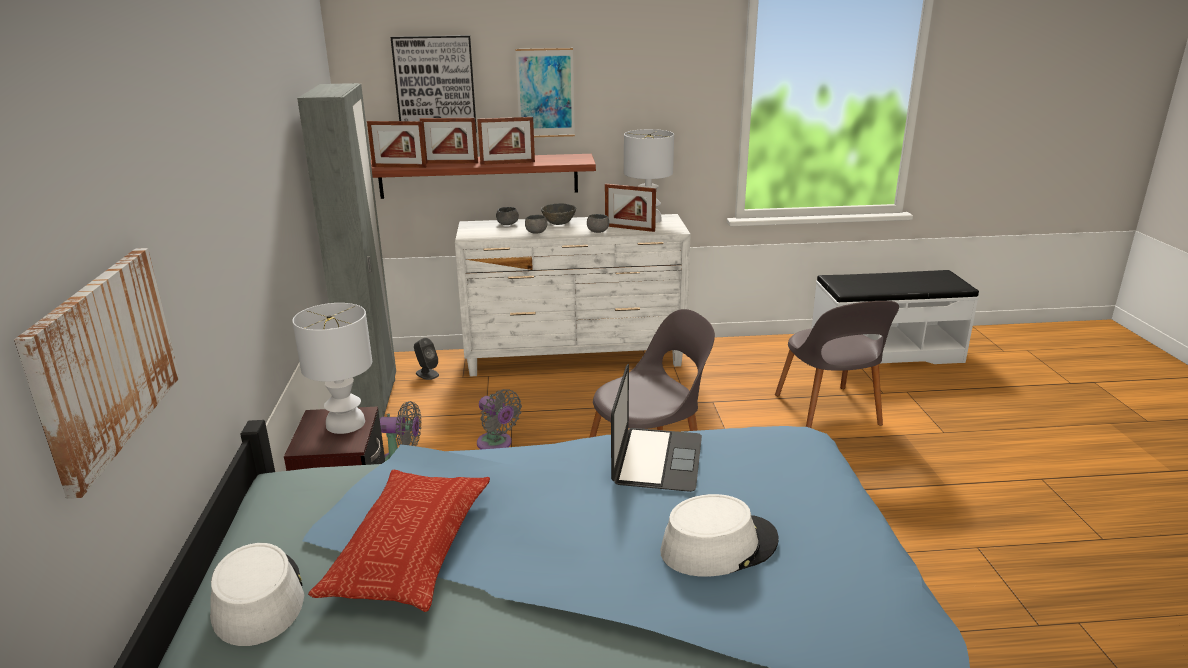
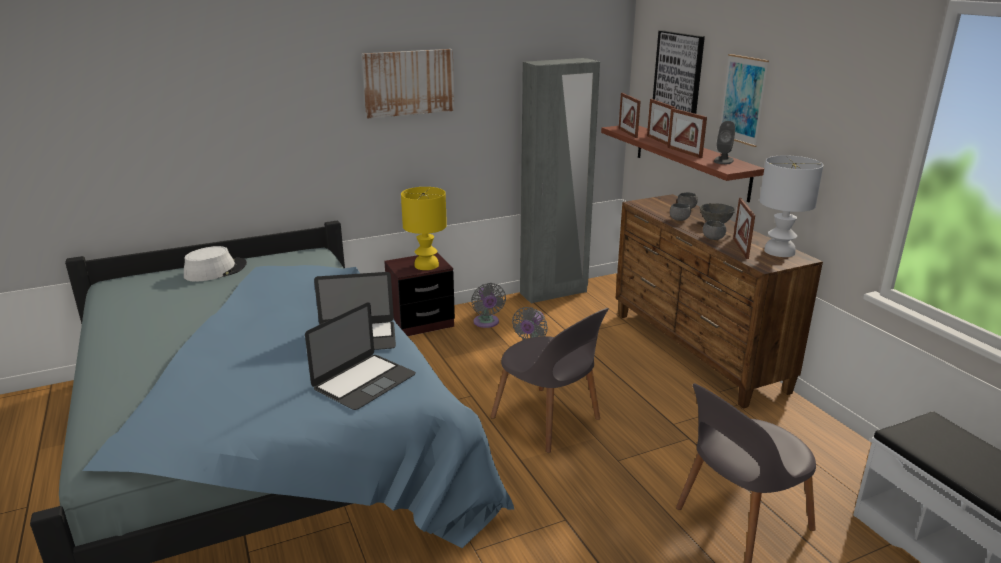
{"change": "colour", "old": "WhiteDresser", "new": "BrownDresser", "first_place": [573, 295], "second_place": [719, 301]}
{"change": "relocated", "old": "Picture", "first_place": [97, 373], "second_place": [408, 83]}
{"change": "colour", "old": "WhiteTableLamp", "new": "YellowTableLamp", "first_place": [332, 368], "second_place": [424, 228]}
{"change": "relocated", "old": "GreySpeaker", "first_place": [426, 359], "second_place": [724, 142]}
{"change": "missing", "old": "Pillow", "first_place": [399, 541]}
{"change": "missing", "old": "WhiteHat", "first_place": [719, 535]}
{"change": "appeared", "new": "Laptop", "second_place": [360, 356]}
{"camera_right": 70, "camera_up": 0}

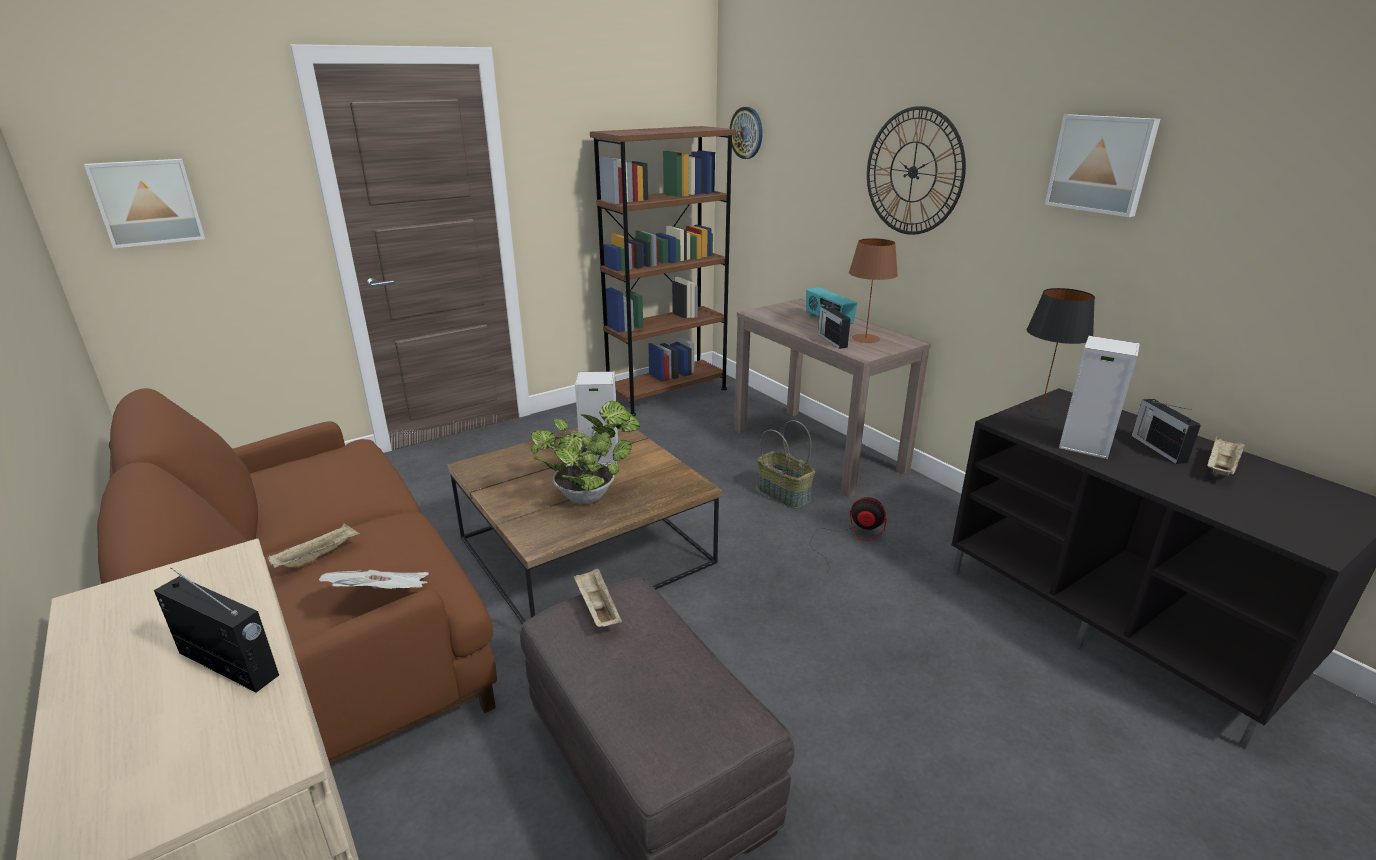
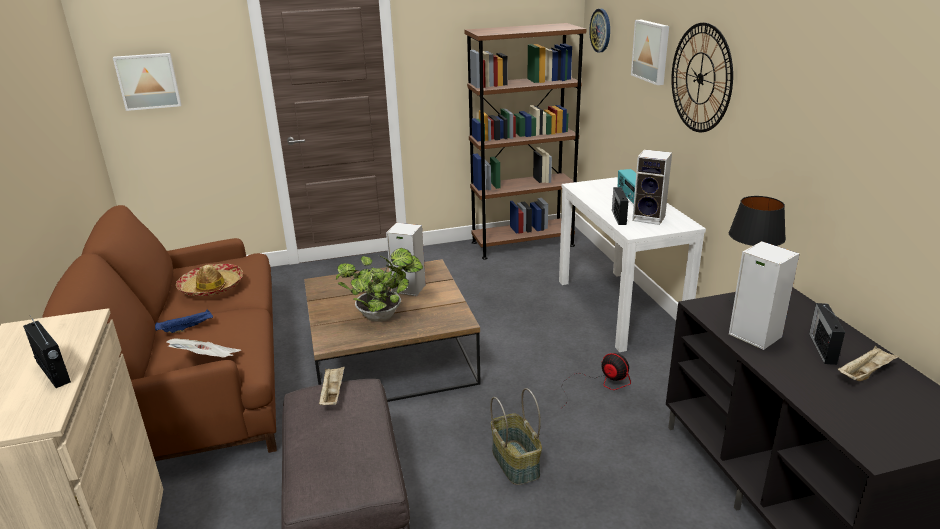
{"change": "relocated", "old": "Picture", "first_place": [1102, 165], "second_place": [650, 52]}
{"change": "exchanged", "old": "BrownTableLamp", "new": "Speaker", "first_place": [873, 290], "second_place": [652, 187]}
{"change": "colour", "old": "BrownConsoleTable", "new": "WhiteConsoleTable", "first_place": [832, 398], "second_place": [632, 264]}
{"change": "relocated", "old": "Basket", "first_place": [786, 464], "second_place": [516, 436]}
{"change": "colour", "old": "BeigeTray", "new": "BlueTray", "first_place": [313, 545], "second_place": [184, 321]}
{"change": "appeared", "new": "Hat", "second_place": [209, 280]}
{"camera_right": 20, "camera_up": 0}

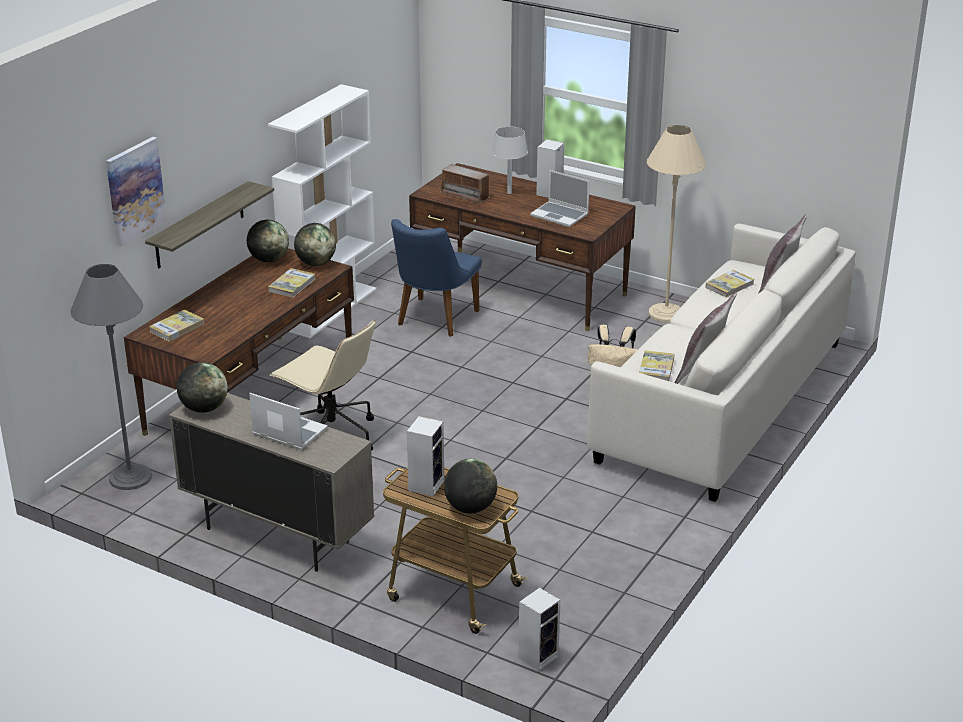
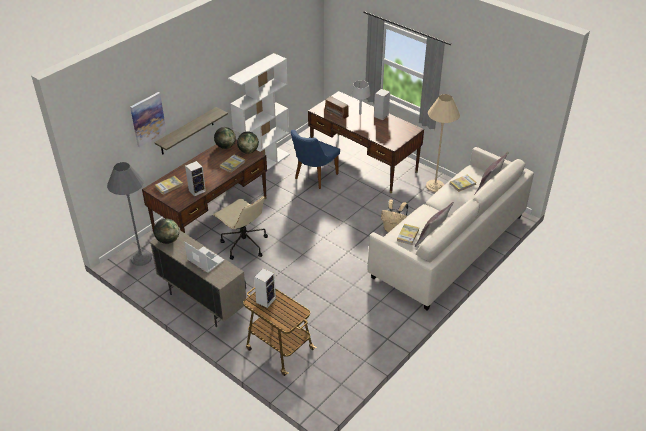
{"change": "missing", "old": "Laptop", "first_place": [560, 198]}
{"change": "missing", "old": "Globe", "first_place": [470, 486]}
{"change": "relocated", "old": "Speaker", "first_place": [539, 629], "second_place": [195, 178]}
{"camera_right": 10, "camera_up": 10}

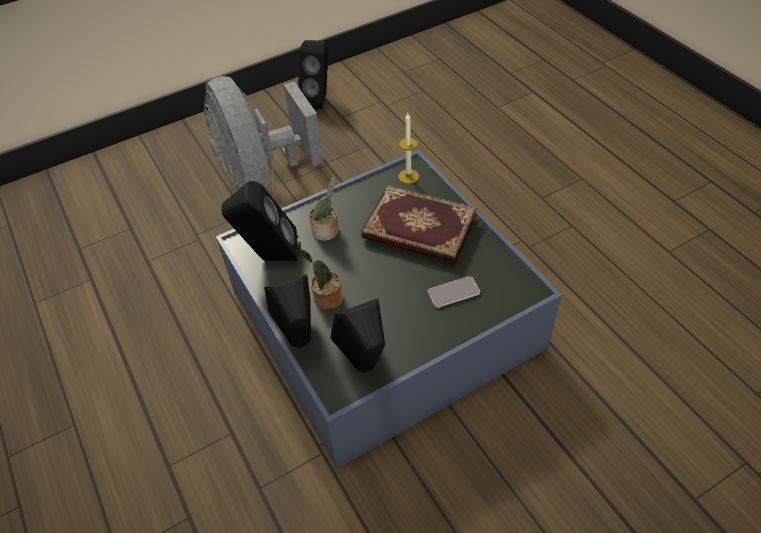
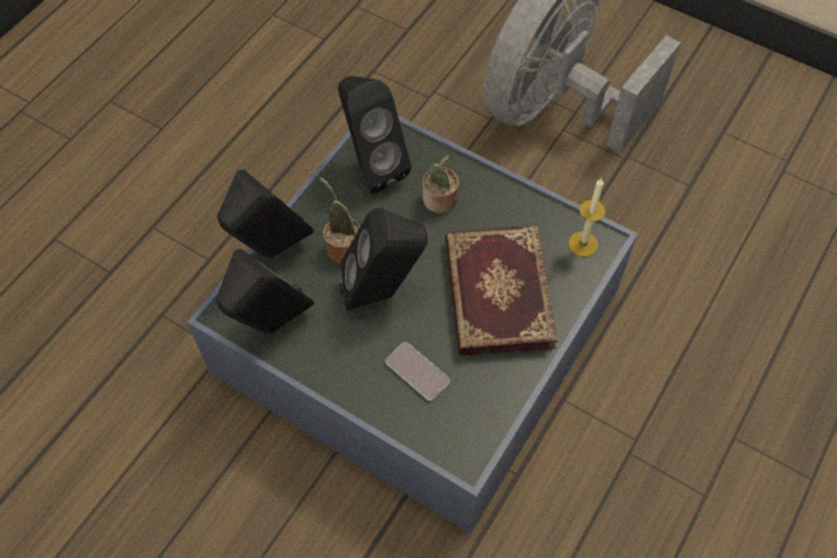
{"change": "relocated", "old": "BlackSpeaker", "first_place": [313, 74], "second_place": [383, 259]}
{"camera_right": 60, "camera_up": 10}

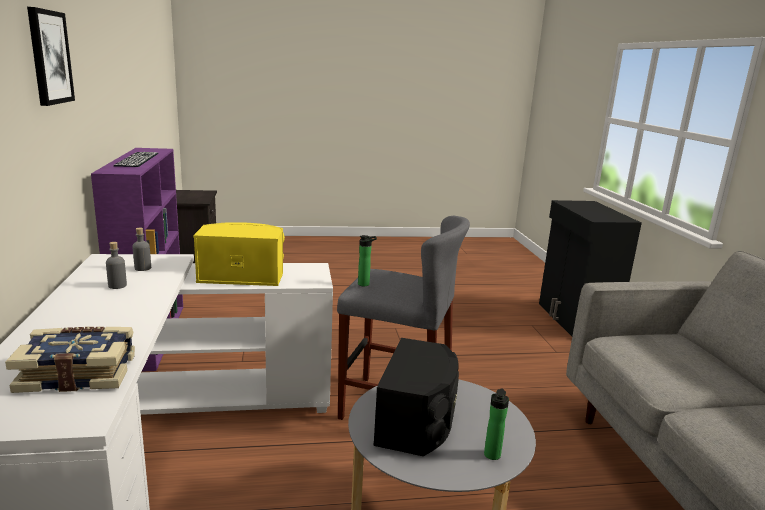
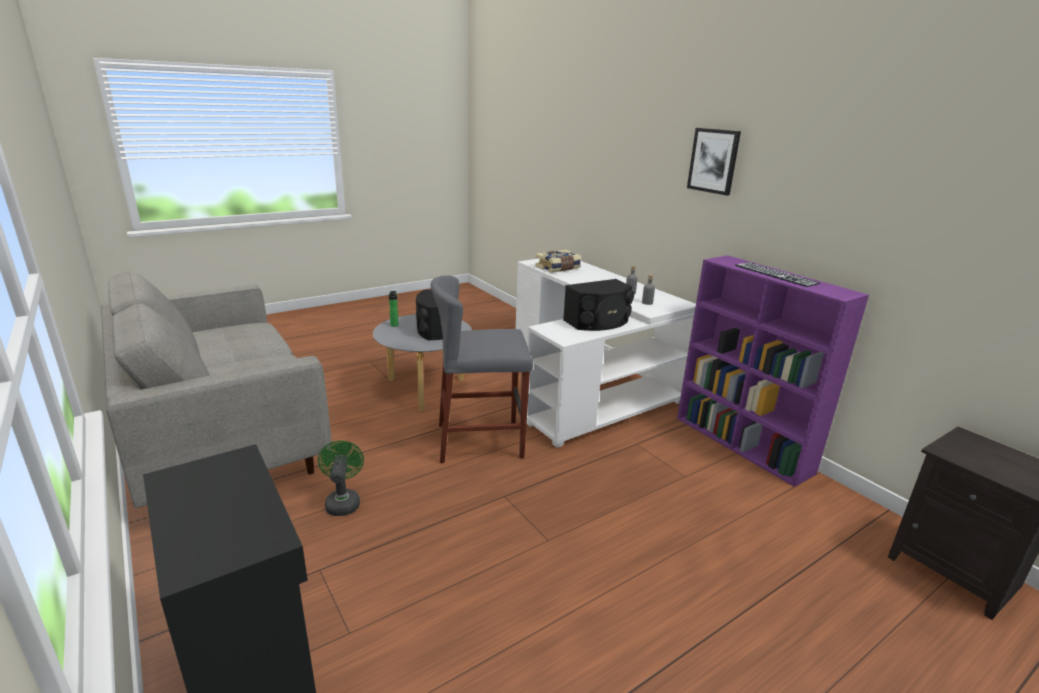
{"change": "colour", "old": "YellowSpeaker", "new": "BlackSpeaker", "first_place": [239, 254], "second_place": [598, 305]}
{"change": "missing", "old": "Bottle", "first_place": [367, 260]}
{"change": "appeared", "new": "GreenFan", "second_place": [341, 478]}
{"camera_right": 155, "camera_up": 5}

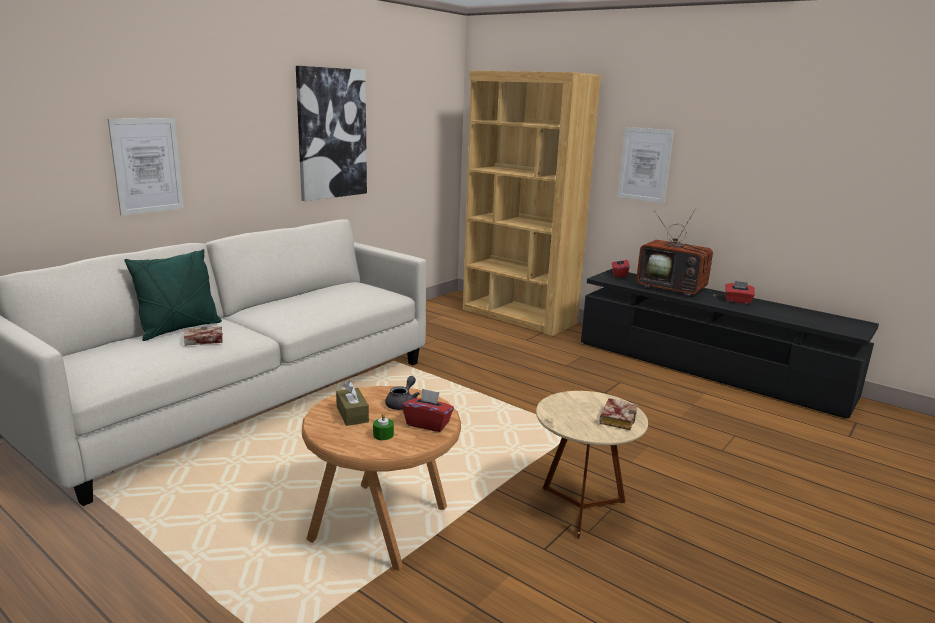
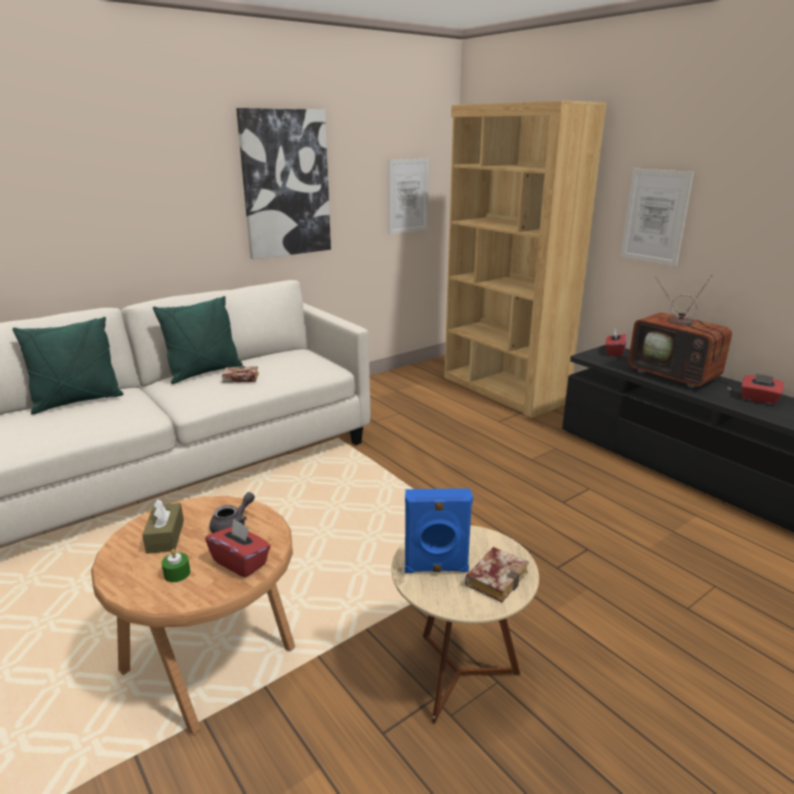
{"change": "relocated", "old": "Picture", "first_place": [146, 167], "second_place": [408, 196]}
{"change": "relocated", "old": "Book", "first_place": [203, 336], "second_place": [240, 374]}
{"change": "appeared", "new": "GreenPillow", "second_place": [198, 340]}
{"change": "appeared", "new": "BlueSpeaker", "second_place": [439, 530]}
{"camera_right": 15, "camera_up": 5}

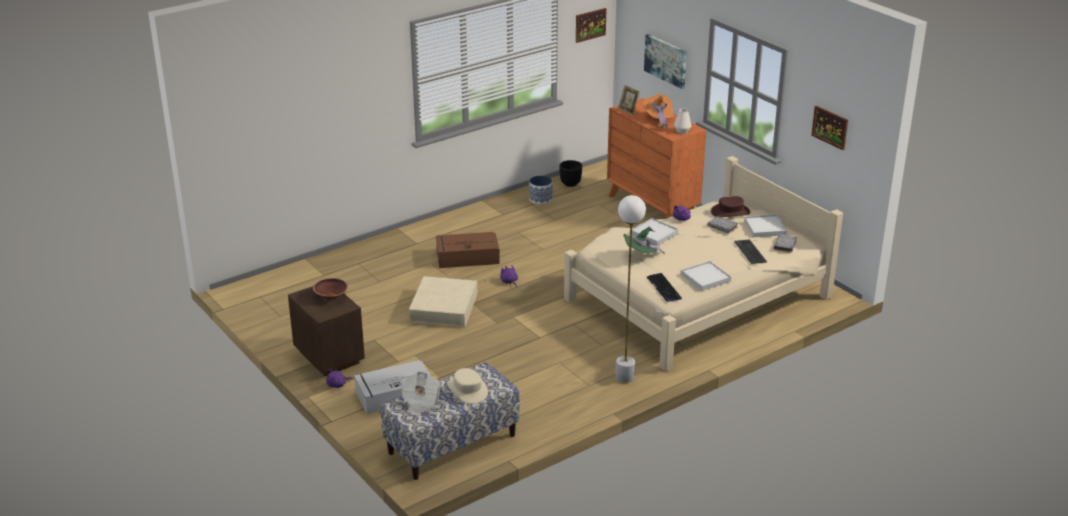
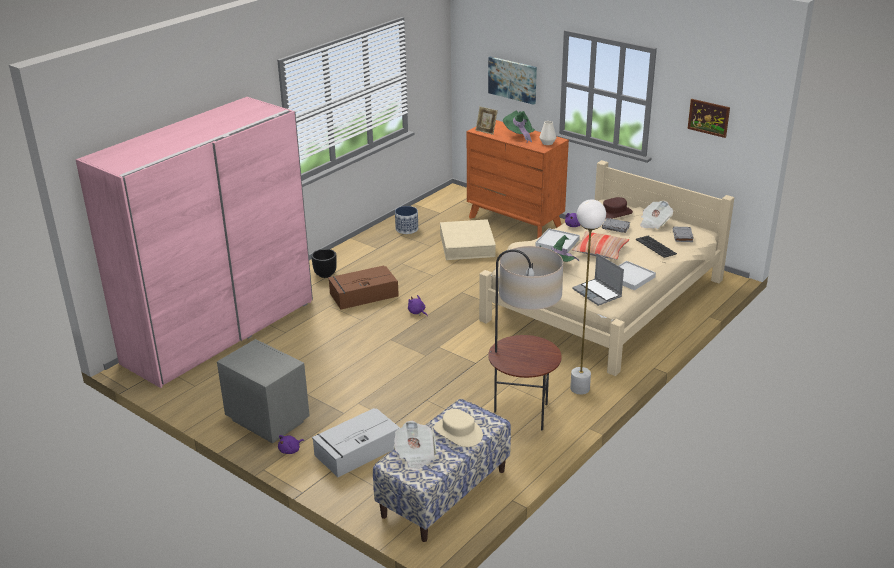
{"change": "missing", "old": "Picture", "first_place": [591, 25]}
{"change": "colour", "old": "OrangeHat", "new": "GreenHat", "first_place": [659, 110], "second_place": [519, 127]}
{"change": "relocated", "old": "BlackPlanter", "first_place": [570, 173], "second_place": [324, 263]}
{"change": "exchanged", "old": "WhiteTray", "new": "Newspaper", "first_place": [765, 226], "second_place": [656, 215]}
{"change": "exchanged", "old": "Keyboard", "new": "Laptop", "first_place": [664, 287], "second_place": [598, 279]}
{"change": "relocated", "old": "BeigeStorageBox", "first_place": [443, 301], "second_place": [468, 239]}
{"change": "missing", "old": "BrownBowl", "first_place": [330, 289]}
{"change": "colour", "old": "BrownNightstand", "new": "GreyNightstand", "first_place": [326, 331], "second_place": [263, 391]}
{"change": "appeared", "new": "PinkWardrobe", "second_place": [194, 242]}
{"change": "appeared", "new": "Pillow", "second_place": [600, 245]}
{"change": "appeared", "new": "FloorLamp", "second_place": [525, 338]}
{"camera_right": -15, "camera_up": 0}

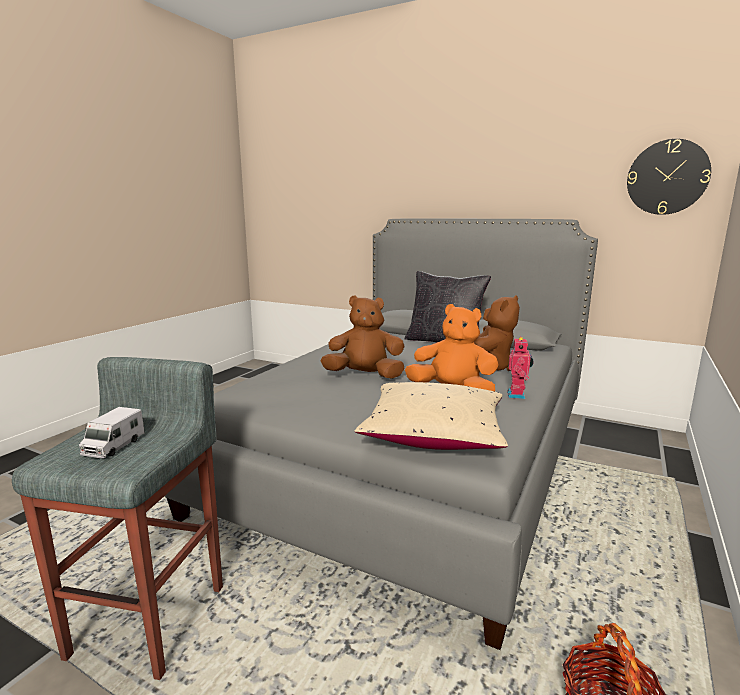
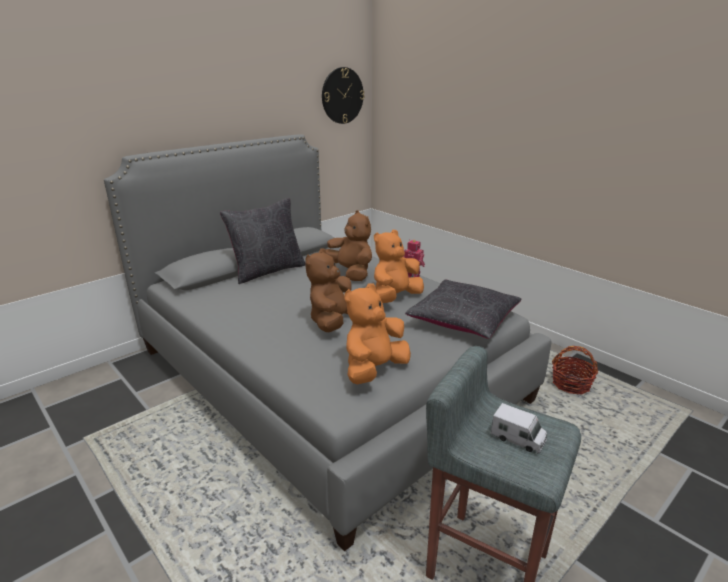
{"change": "colour", "old": "BeigePillow", "new": "BlackPillow", "first_place": [431, 416], "second_place": [463, 309]}
{"change": "appeared", "new": "OrangePlushToy", "second_place": [377, 334]}
{"camera_right": -70, "camera_up": 10}

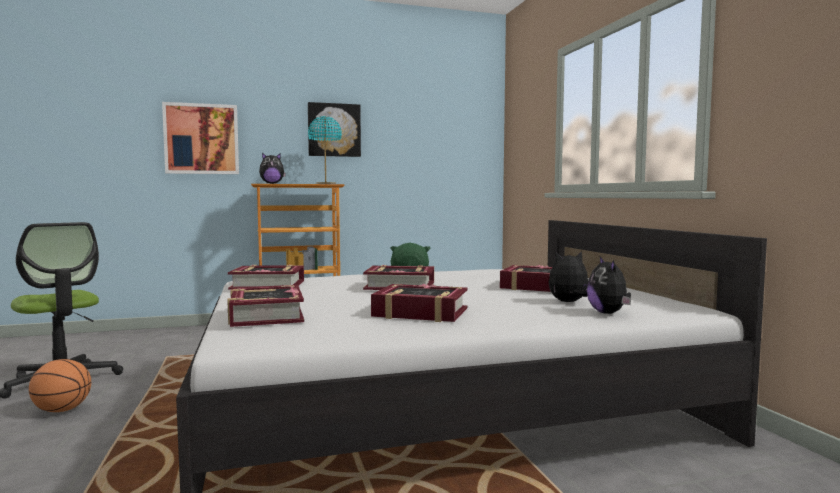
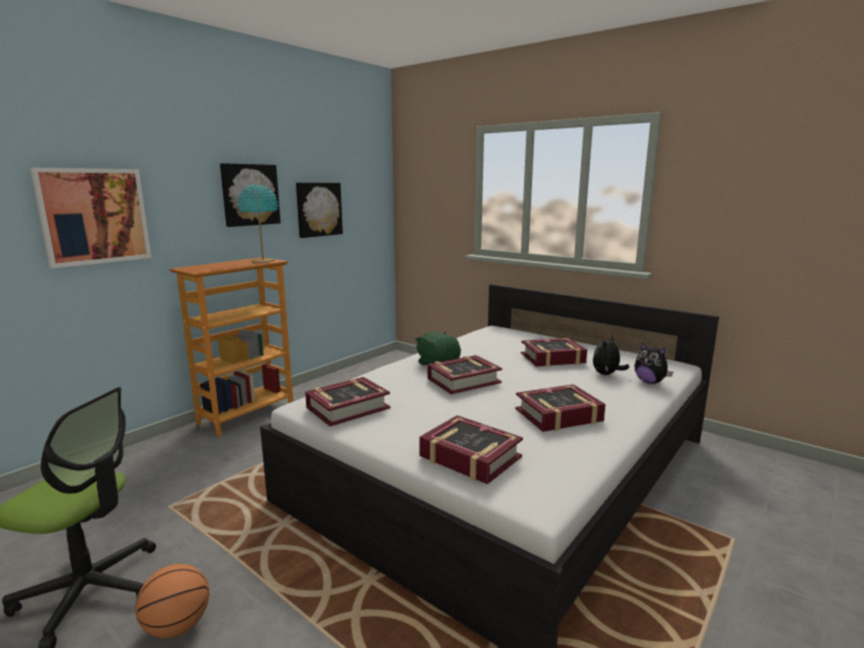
{"change": "missing", "old": "PlushToy", "first_place": [272, 168]}
{"change": "appeared", "new": "Picture", "second_place": [319, 210]}
{"camera_right": -35, "camera_up": 10}

